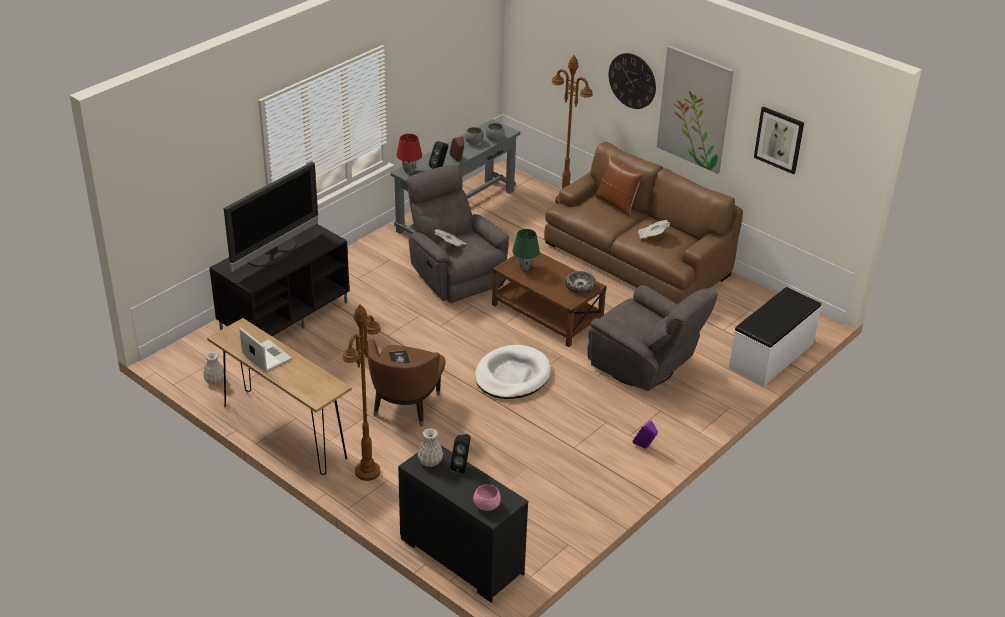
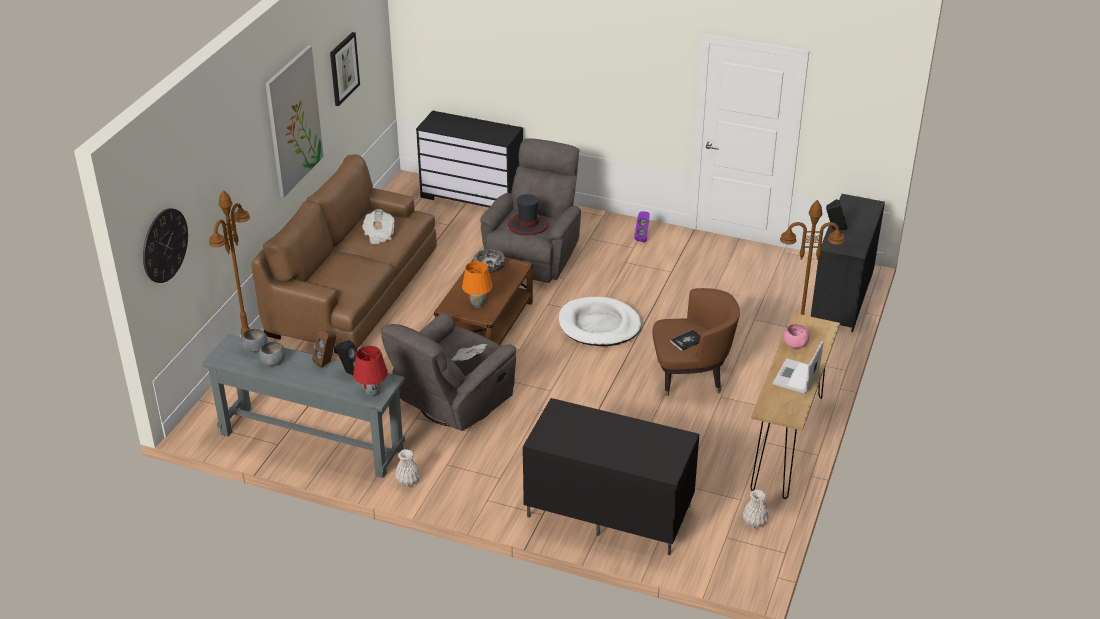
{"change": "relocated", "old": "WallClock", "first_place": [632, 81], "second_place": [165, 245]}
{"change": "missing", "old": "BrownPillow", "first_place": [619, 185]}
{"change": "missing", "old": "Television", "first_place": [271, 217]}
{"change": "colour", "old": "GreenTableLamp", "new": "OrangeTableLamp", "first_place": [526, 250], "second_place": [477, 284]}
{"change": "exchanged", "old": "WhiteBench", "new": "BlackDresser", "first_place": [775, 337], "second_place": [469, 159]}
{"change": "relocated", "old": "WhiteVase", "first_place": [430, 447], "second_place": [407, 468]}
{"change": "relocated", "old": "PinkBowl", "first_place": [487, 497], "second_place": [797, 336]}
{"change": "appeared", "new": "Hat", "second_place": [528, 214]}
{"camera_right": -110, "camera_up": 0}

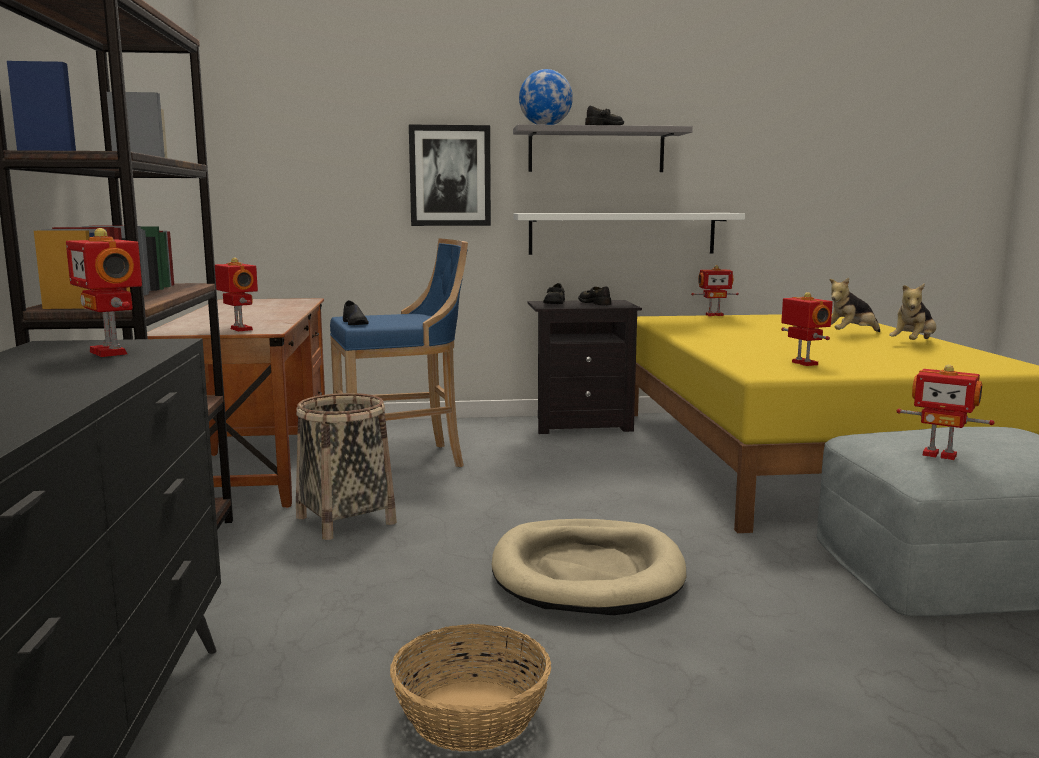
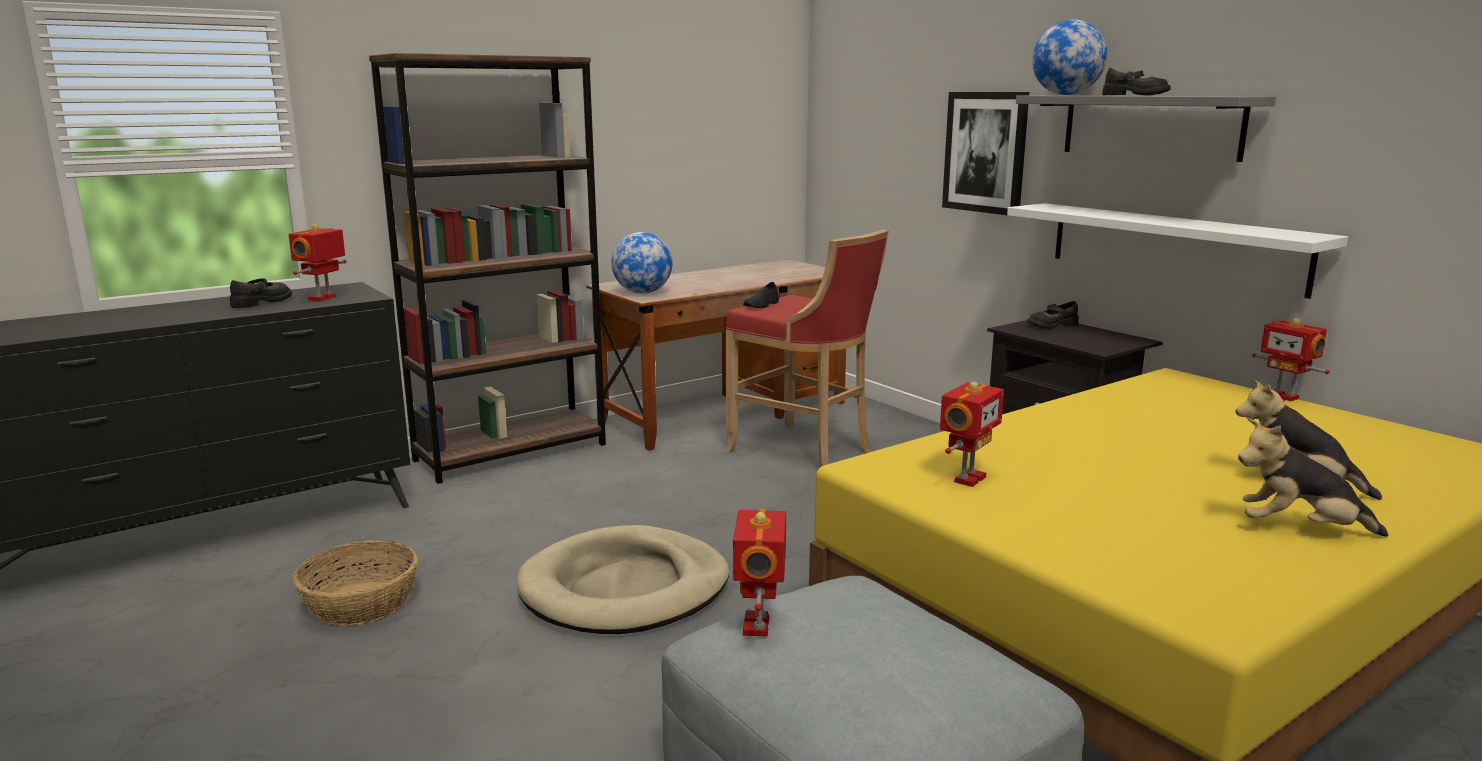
{"change": "colour", "old": "BlueStool", "new": "RedStool", "first_place": [399, 353], "second_place": [807, 348]}
{"change": "exchanged", "old": "ToyRobot", "new": "Globe", "first_place": [236, 294], "second_place": [641, 263]}
{"change": "relocated", "old": "BlackShoe", "first_place": [594, 295], "second_place": [261, 293]}
{"change": "missing", "old": "Basket", "first_place": [346, 466]}
{"camera_right": 60, "camera_up": 5}

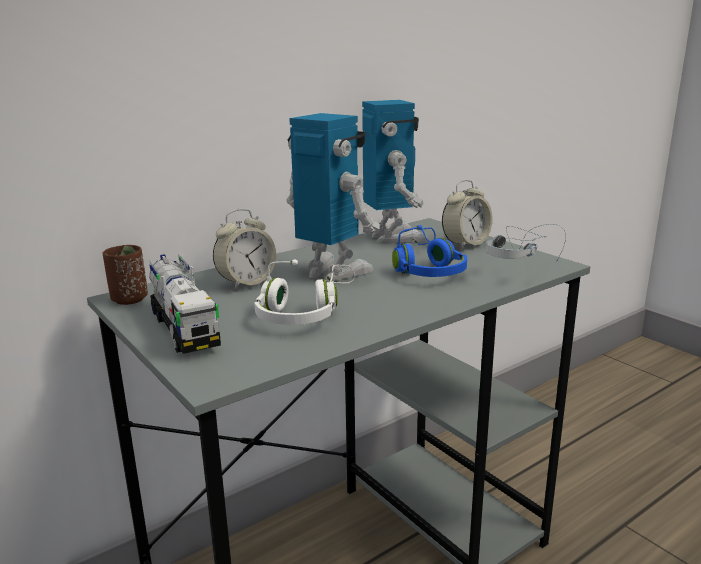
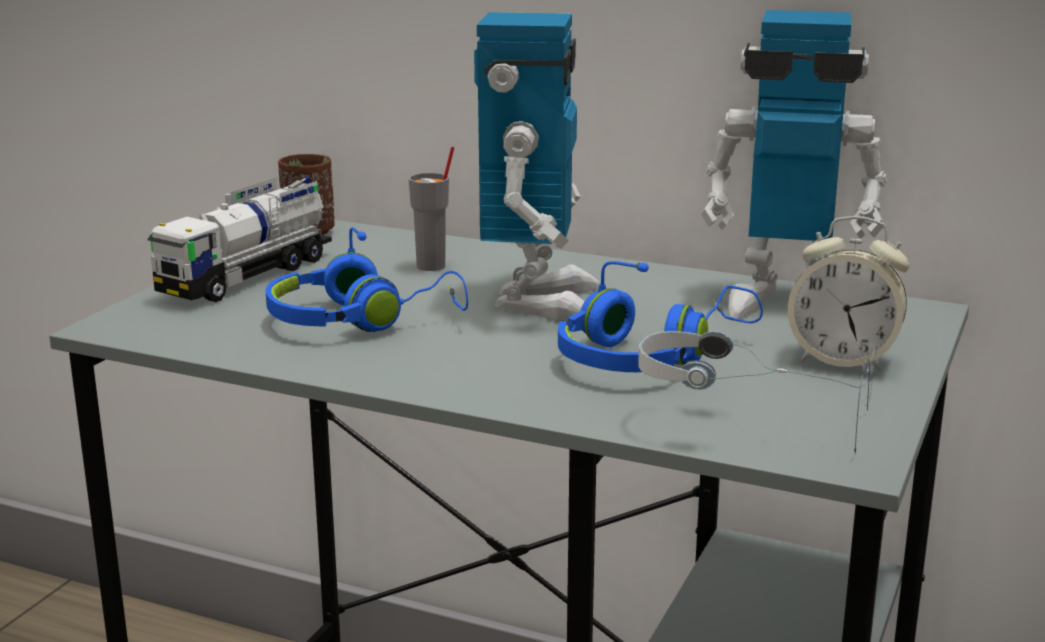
{"change": "spun", "old": "ToyRobot", "first_place": [395, 171], "second_place": [794, 164], "degrees": 60}
{"change": "exchanged", "old": "AlarmClock", "new": "GreyCup", "first_place": [244, 249], "second_place": [431, 208]}
{"change": "colour", "old": "WhiteHeadphones", "new": "BlueHeadphones", "first_place": [304, 292], "second_place": [367, 279]}
{"camera_right": 60, "camera_up": 0}

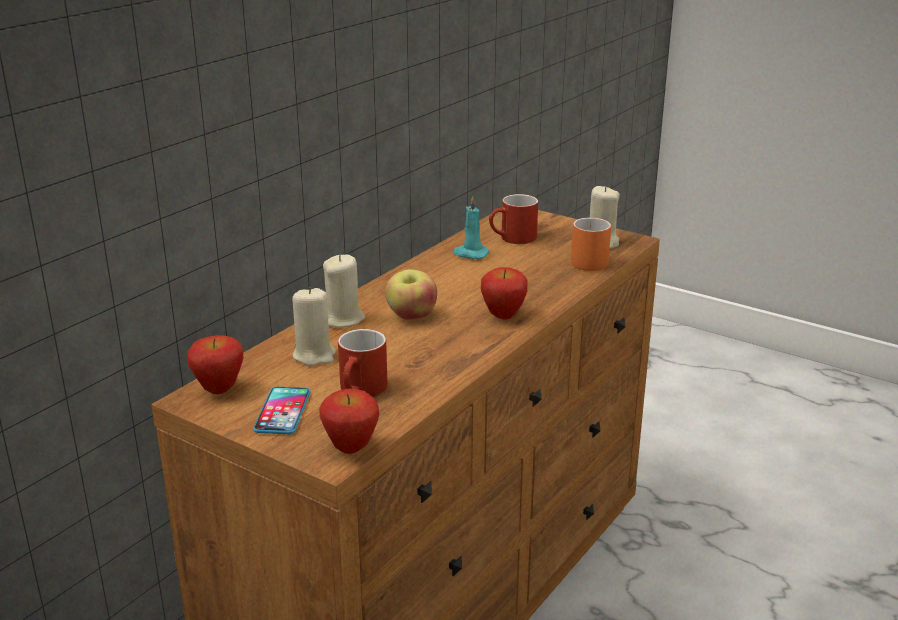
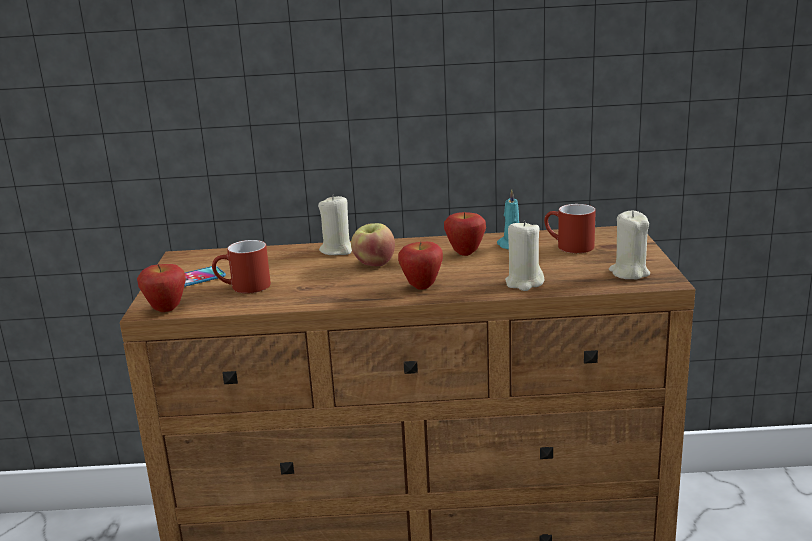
{"change": "missing", "old": "OrangeMug", "first_place": [591, 244]}
{"change": "relocated", "old": "BeigeCandle", "first_place": [314, 326], "second_place": [525, 255]}
{"change": "relocated", "old": "Apple", "first_place": [215, 364], "second_place": [465, 234]}
{"camera_right": 55, "camera_up": -5}

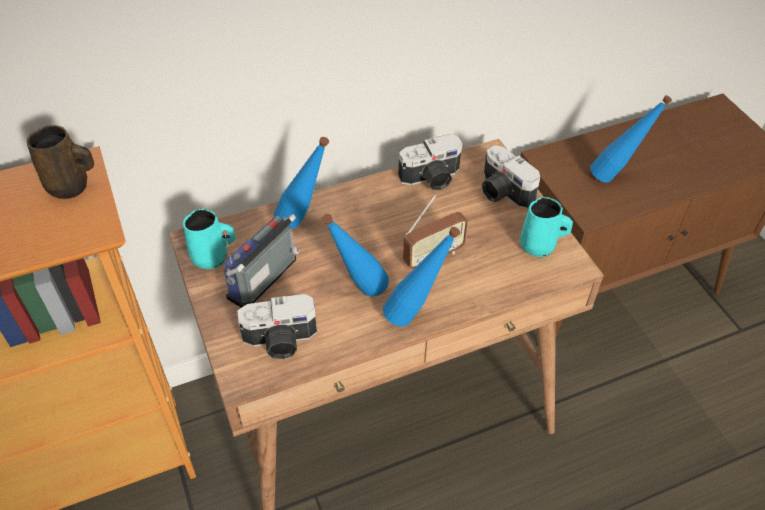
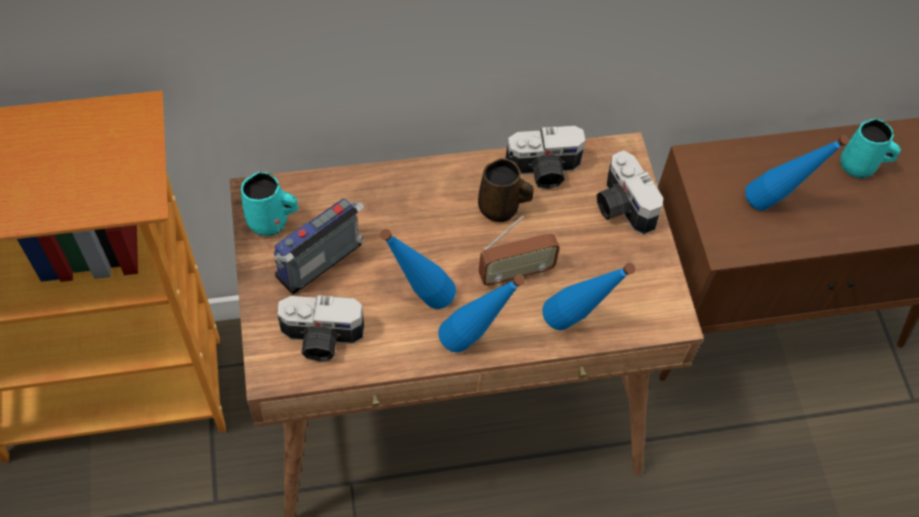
{"change": "relocated", "old": "BrownMug", "first_place": [60, 162], "second_place": [506, 190]}
{"change": "relocated", "old": "BlueBottle", "first_place": [301, 183], "second_place": [589, 296]}
{"change": "relocated", "old": "TurquoiseMug", "first_place": [546, 227], "second_place": [870, 148]}
{"camera_right": 10, "camera_up": 10}

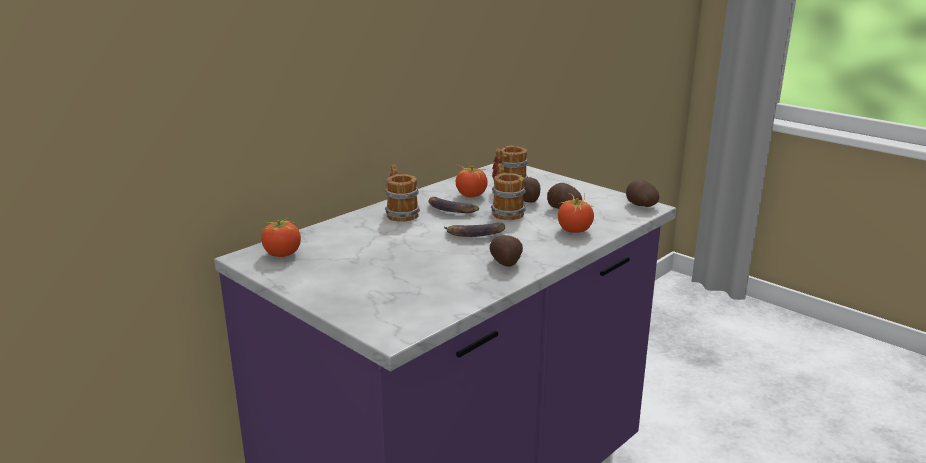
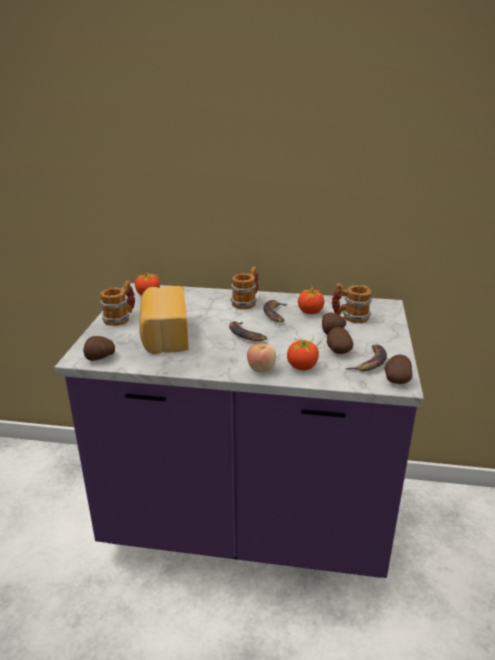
{"change": "relocated", "old": "Mug", "first_place": [508, 191], "second_place": [117, 303]}
{"change": "relocated", "old": "Potato", "first_place": [506, 251], "second_place": [99, 348]}
{"change": "appeared", "new": "Bread", "second_place": [164, 320]}
{"change": "appeared", "new": "Apple", "second_place": [261, 358]}
{"change": "appeared", "new": "Banana", "second_place": [366, 357]}
{"camera_right": 55, "camera_up": 5}

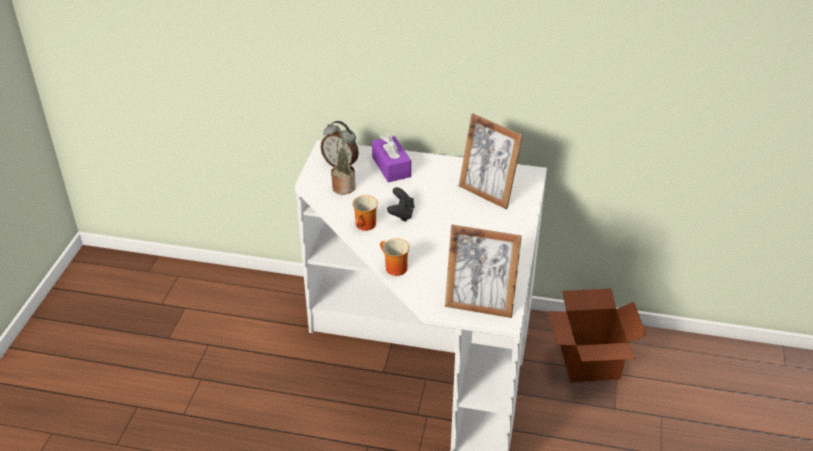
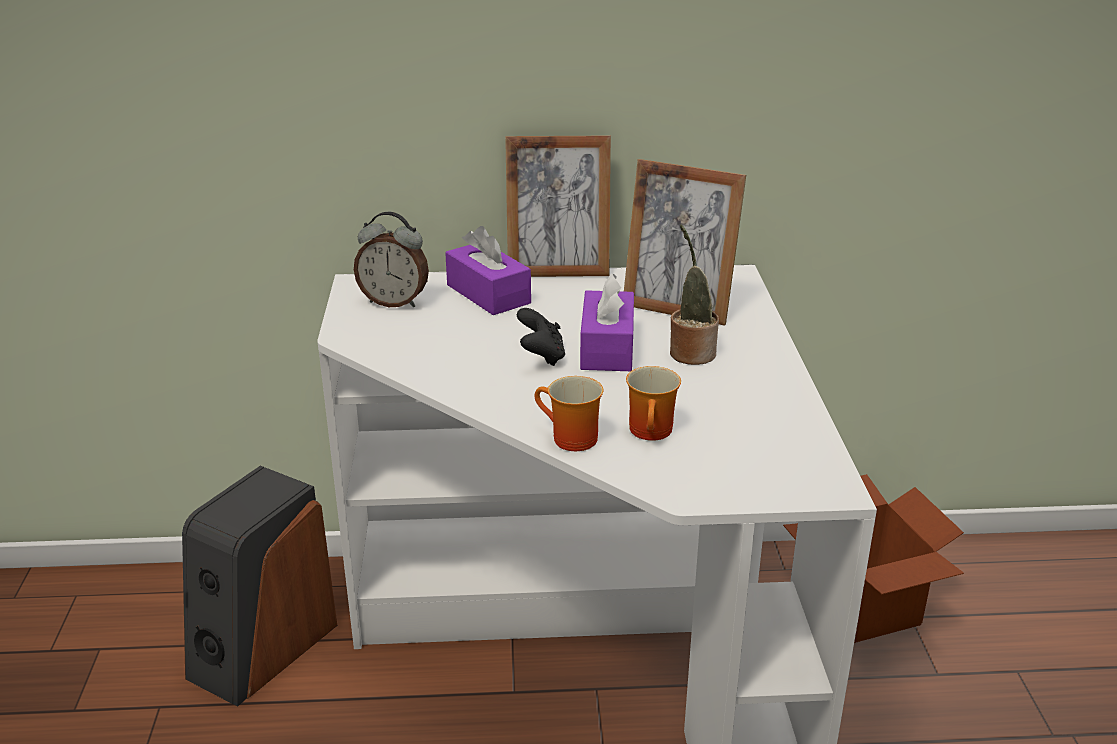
{"change": "relocated", "old": "PottedPlant", "first_place": [343, 160], "second_place": [694, 295]}
{"change": "relocated", "old": "Mug", "first_place": [365, 213], "second_place": [653, 403]}
{"change": "relocated", "old": "PictureFrame", "first_place": [483, 271], "second_place": [558, 206]}
{"change": "appeared", "new": "PurpleTissueBox", "second_place": [607, 322]}
{"change": "appeared", "new": "Speaker", "second_place": [259, 586]}
{"camera_right": -15, "camera_up": -10}

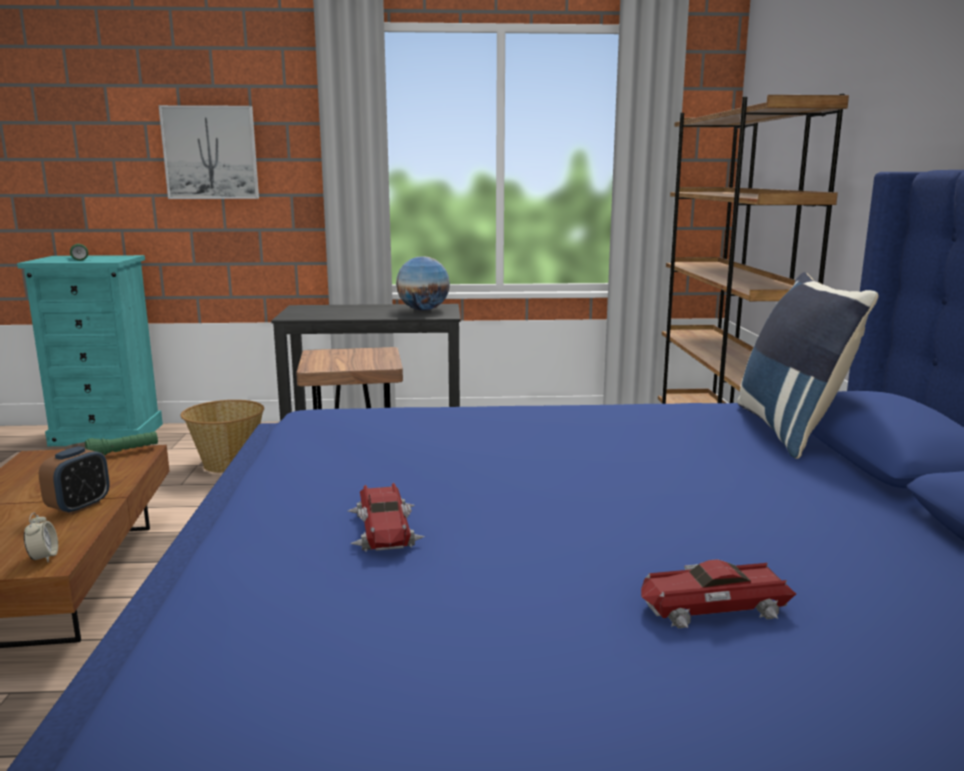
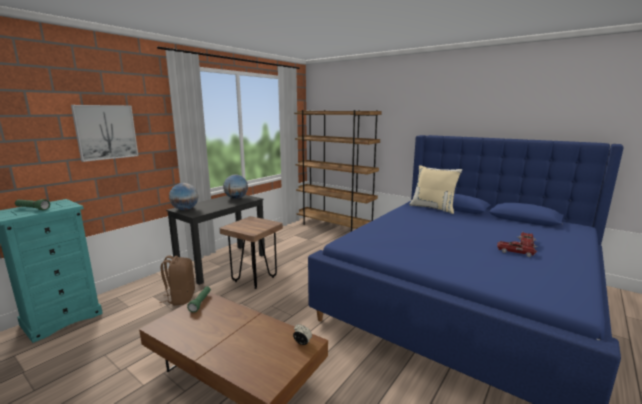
{"change": "colour", "old": "BluePillow", "new": "BeigePillow", "first_place": [807, 365], "second_place": [435, 189]}
{"change": "exchanged", "old": "Basket", "new": "BrownBackpack", "first_place": [222, 436], "second_place": [177, 280]}
{"change": "missing", "old": "AlarmClock", "first_place": [74, 480]}
{"change": "relocated", "old": "ToyCar", "first_place": [386, 517], "second_place": [517, 249]}
{"change": "appeared", "new": "Globe", "second_place": [183, 196]}
{"camera_right": -50, "camera_up": 0}

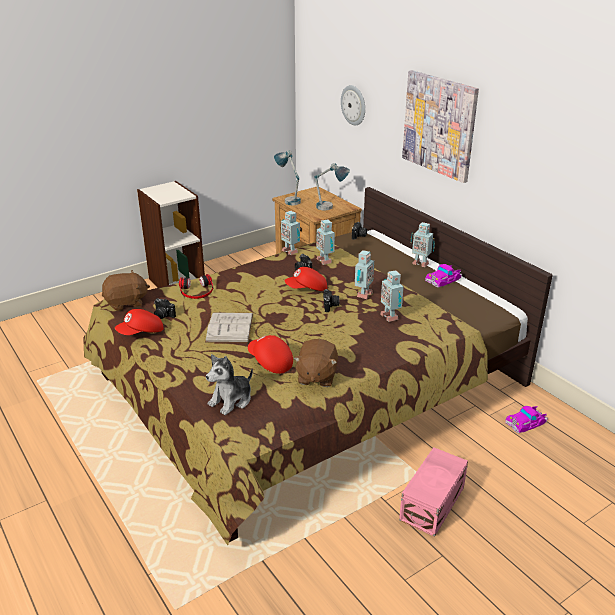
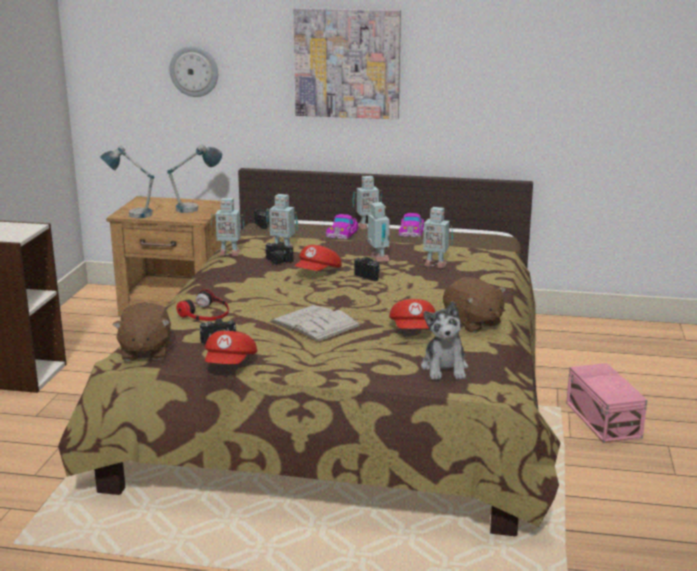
{"change": "spun", "old": "BrownPlushToy", "first_place": [126, 290], "second_place": [141, 331], "degrees": 150}
{"change": "spun", "old": "RedCap", "first_place": [270, 354], "second_place": [412, 314], "degrees": -90}
{"change": "relocated", "old": "ToyCar", "first_place": [526, 419], "second_place": [342, 226]}
{"camera_right": -45, "camera_up": -10}

